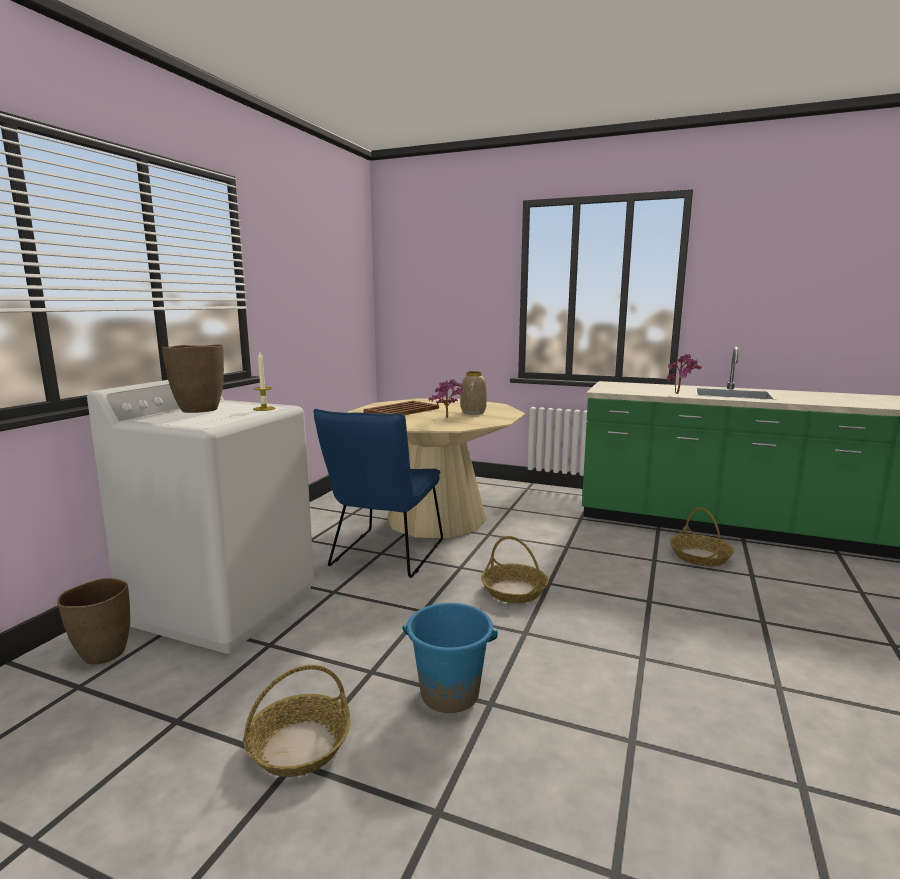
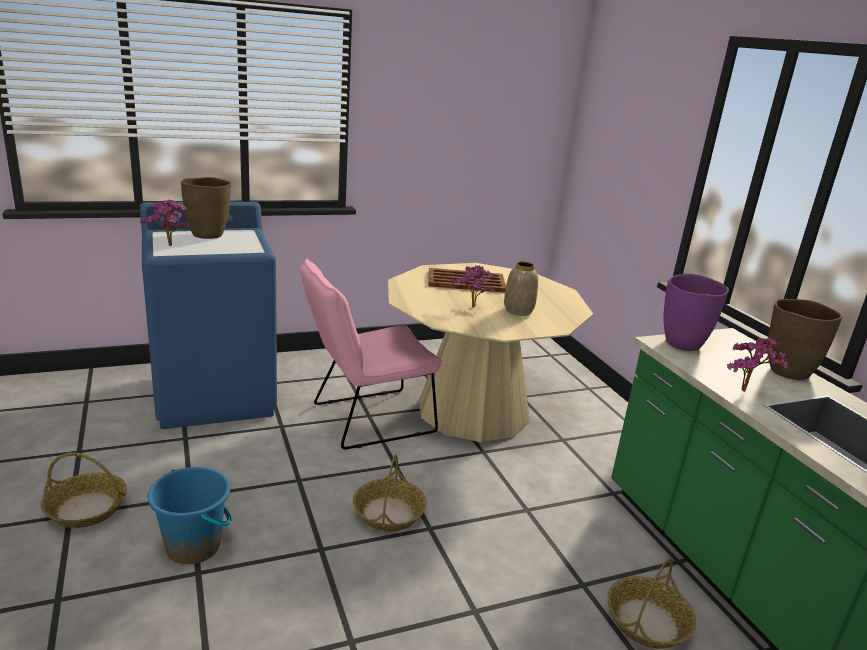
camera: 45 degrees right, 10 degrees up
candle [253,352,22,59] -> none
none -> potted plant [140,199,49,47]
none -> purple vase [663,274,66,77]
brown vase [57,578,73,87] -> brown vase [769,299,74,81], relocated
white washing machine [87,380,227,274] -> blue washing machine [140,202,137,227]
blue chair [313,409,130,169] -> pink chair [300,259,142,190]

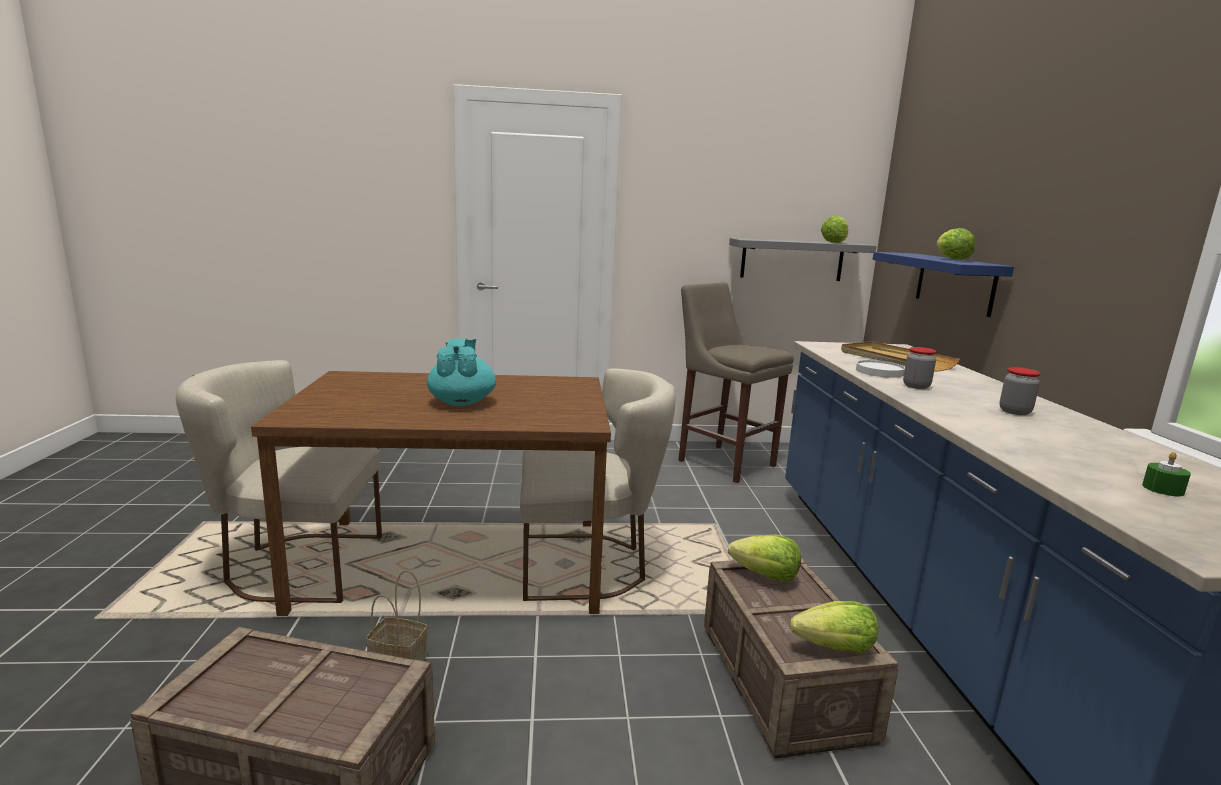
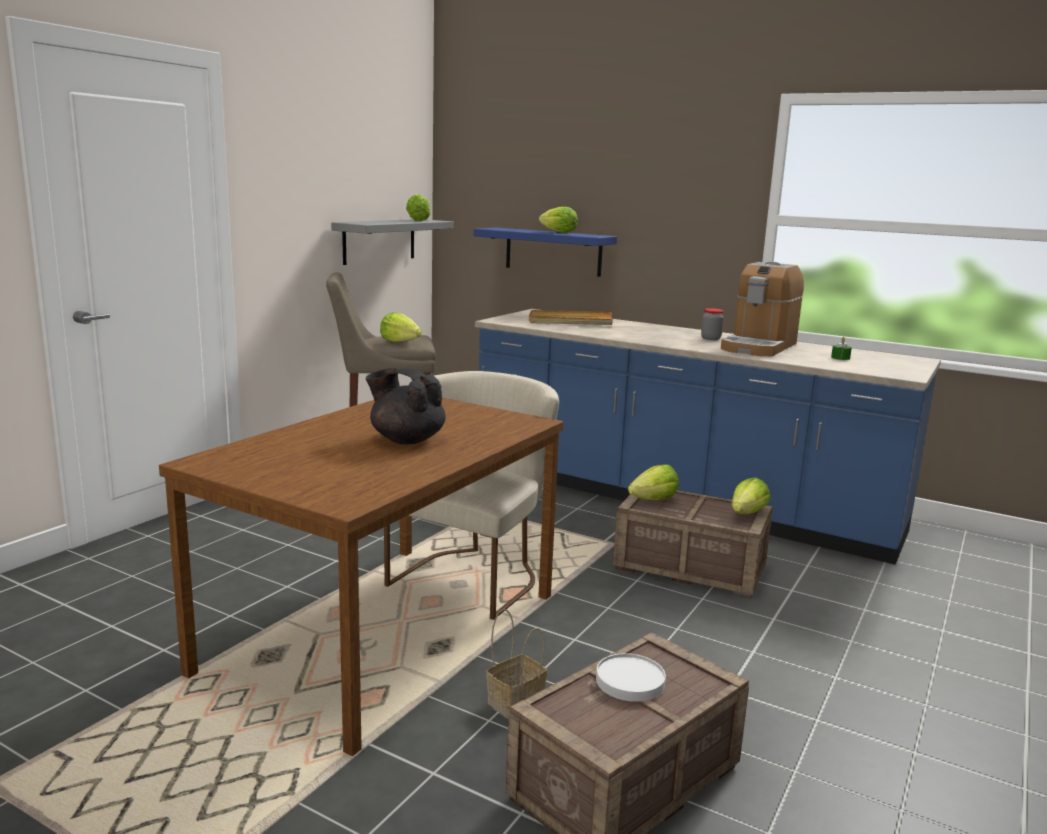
camera: 55 degrees left, 0 degrees up
beige chair [176,360,206,243] -> none
jar [903,347,34,42] -> none
none -> lettuce [380,313,42,30]
none -> coffee machine [721,262,83,94]
white plate [856,360,49,18] -> white plate [596,653,70,49], relocated
turquoise teapot [427,338,69,68] -> black teapot [366,368,80,76]

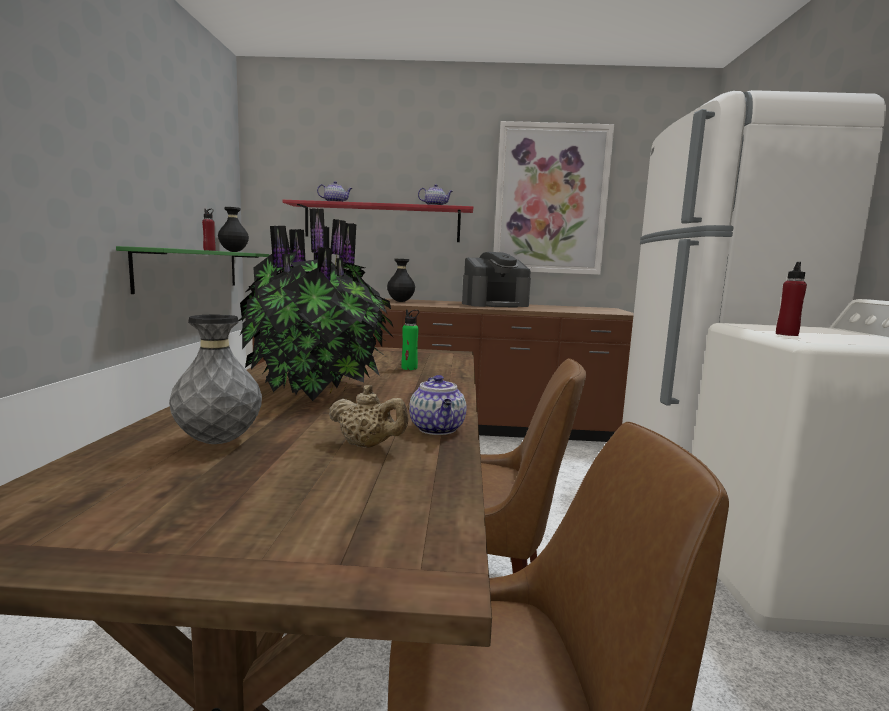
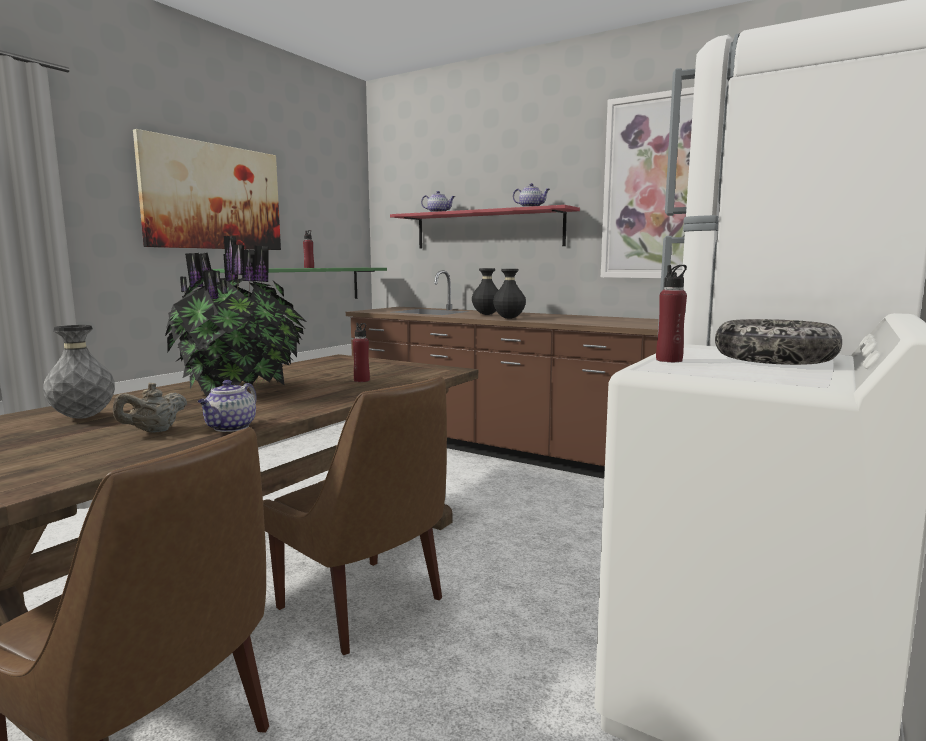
camera: 30 degrees right, 0 degrees up
coffee machine [462,252,69,55] -> none
none -> picture [133,129,148,121]
none -> bowl [715,319,127,46]
black vase [218,207,31,45] -> black vase [493,269,33,50], relocated
green bottle [401,309,18,61] -> red bottle [353,323,17,59]
beige teapot [328,385,80,63] -> beige teapot [113,383,74,50], 75 degrees clockwise

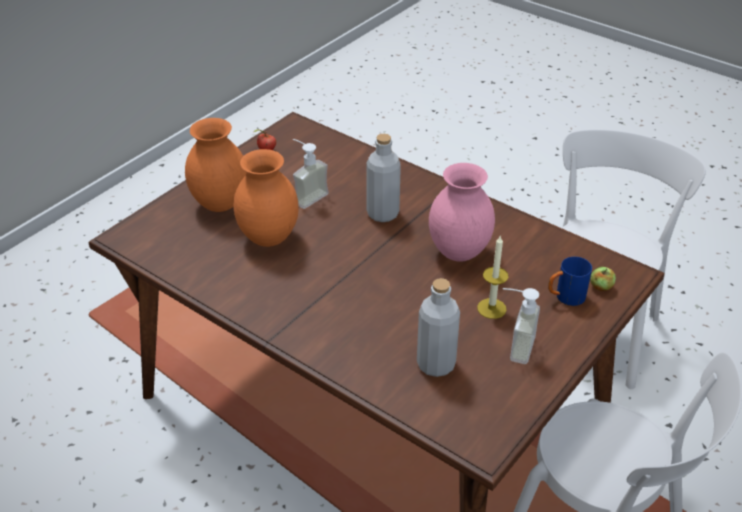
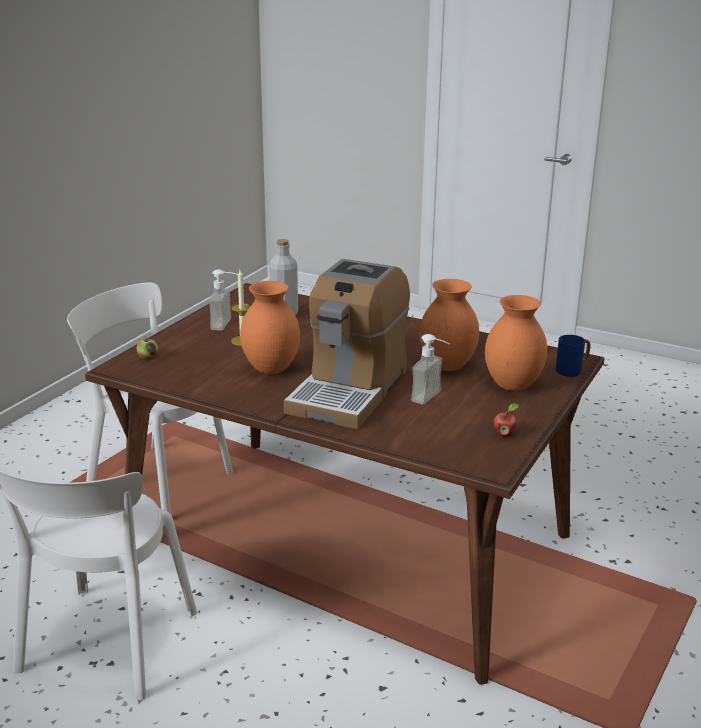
camera: 170 degrees right, 15 degrees down
blue mug [548,257,44,49] -> blue mug [556,335,34,42], relocated
grey bottle [366,134,35,88] -> coffee machine [284,259,126,170]
pink vase [429,163,66,99] -> orange vase [240,281,60,93]

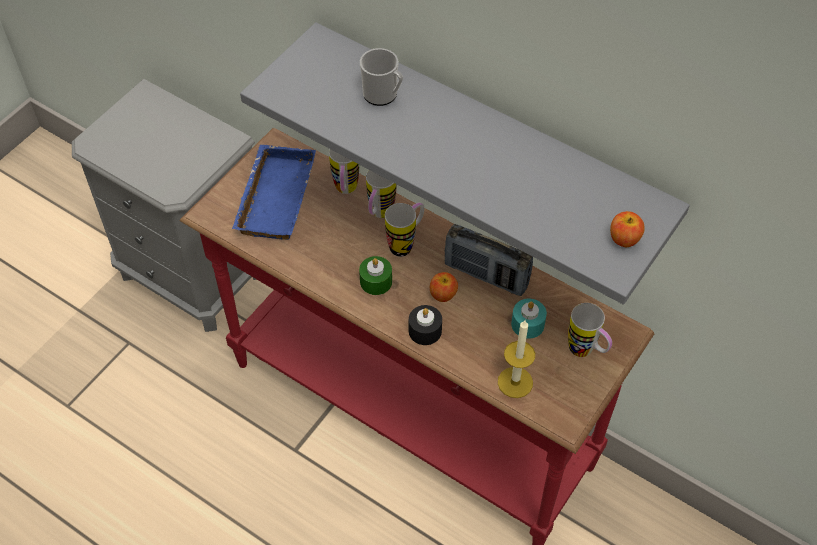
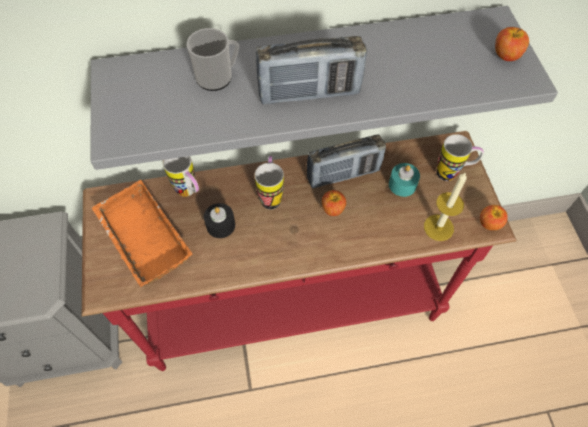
camera: 45 degrees left, 5 degrees up
green candle [359,256,33,39] -> none
mug [366,170,30,48] -> none
none -> radio [256,36,111,68]
none -> apple [480,205,28,25]
black candle [409,305,33,40] -> black candle [204,203,31,35], relocated
blue tray [232,144,84,96] -> orange tray [91,180,101,107]

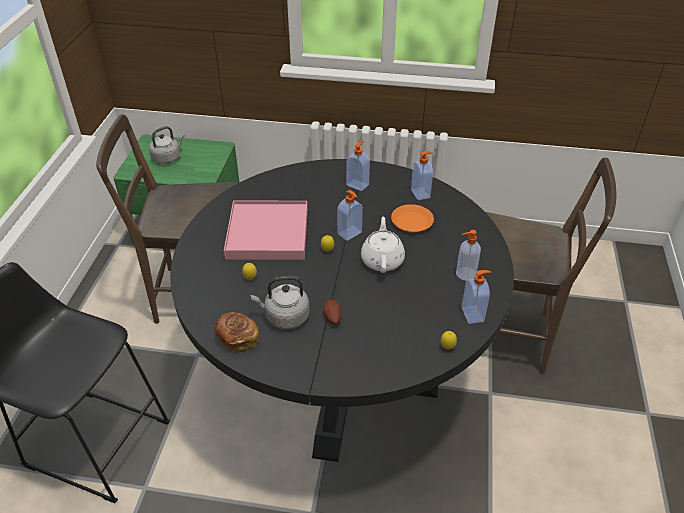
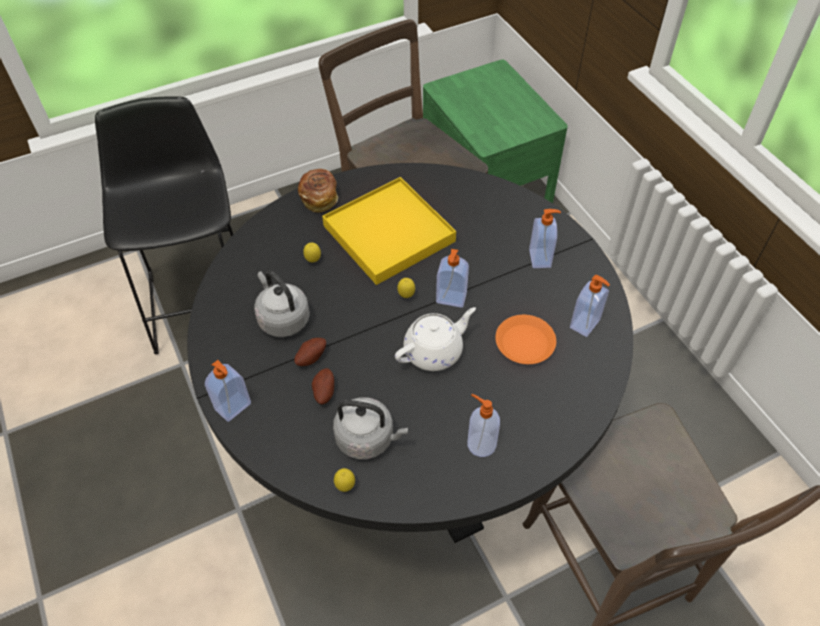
camera: 55 degrees right, 10 degrees up
none -> potato [312,368,22,36]
grey kettle [149,126,36,38] -> grey kettle [333,397,75,62], relocated
bread [214,312,45,40] -> bread [298,169,40,44], relocated
soap dispenser [462,270,29,54] -> soap dispenser [205,360,46,62], relocated
pink tray [224,201,84,59] -> yellow tray [322,177,134,108]

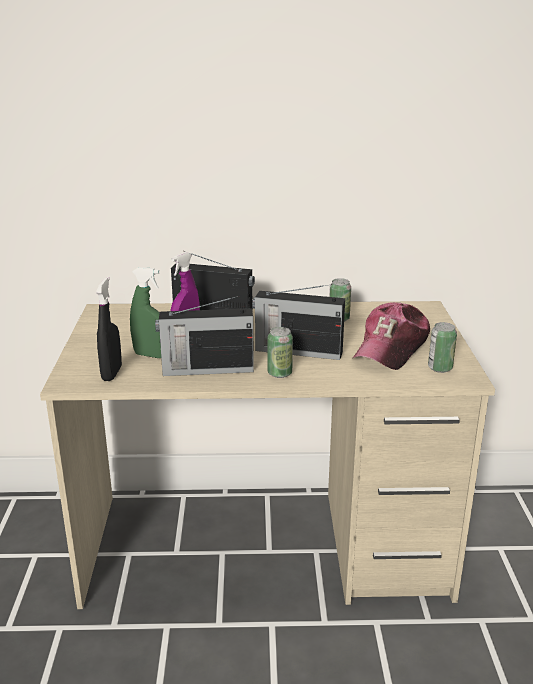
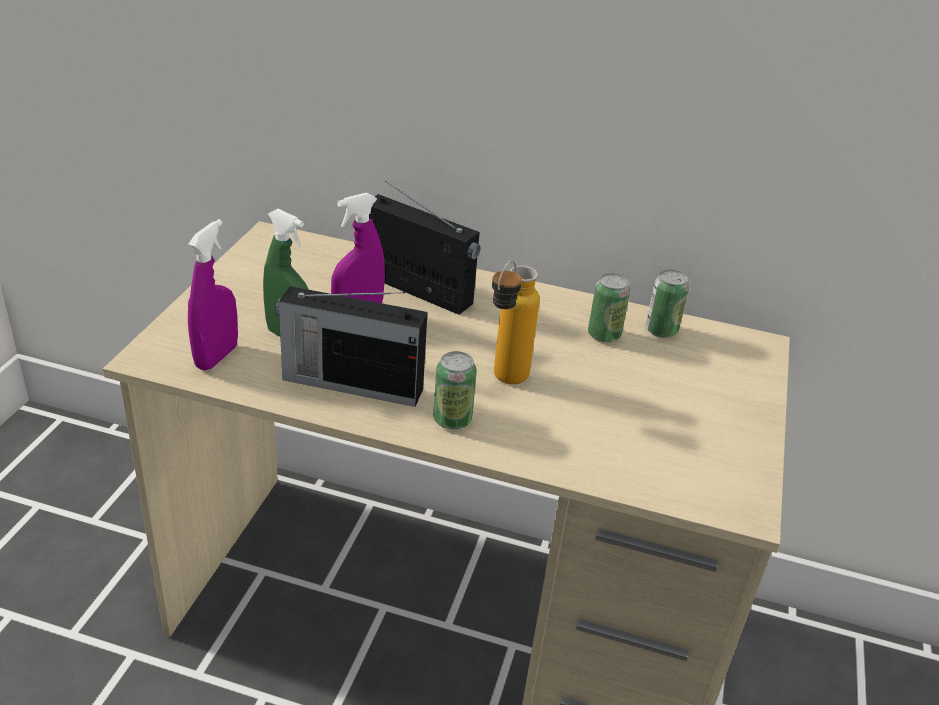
camera: 15 degrees right, 10 degrees up
cap [352,302,78,68] -> none
can [428,322,29,51] -> can [645,270,44,68], relocated
radio [252,284,93,76] -> bottle [492,261,48,123]
black spray bottle [96,277,26,104] -> purple spray bottle [188,219,50,152]

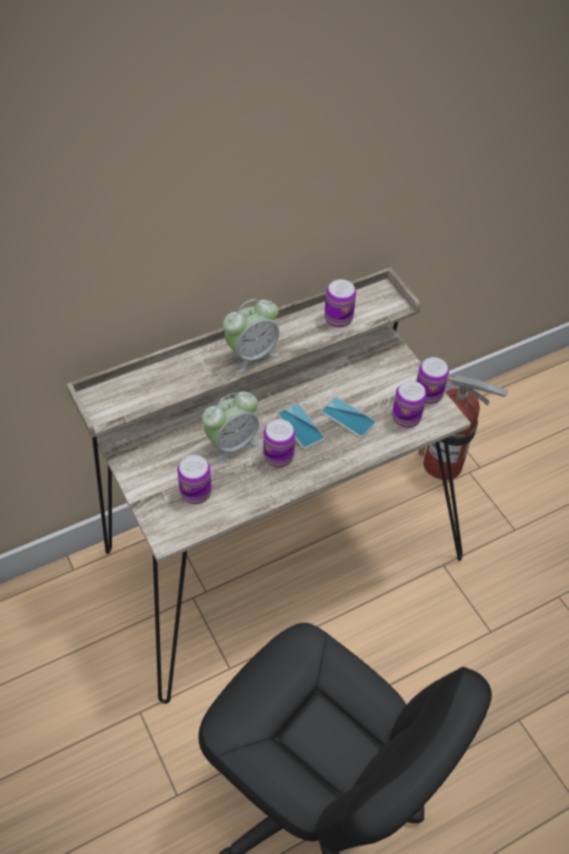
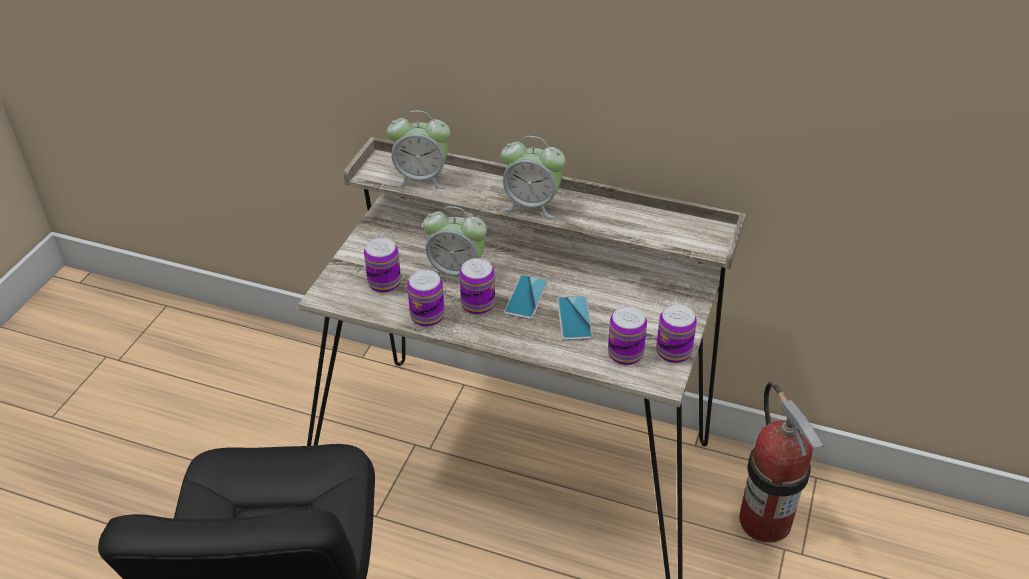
camera: 50 degrees right, 10 degrees down
none -> alarm clock [387,111,63,78]
can [324,279,32,49] -> can [407,270,38,57], relocated

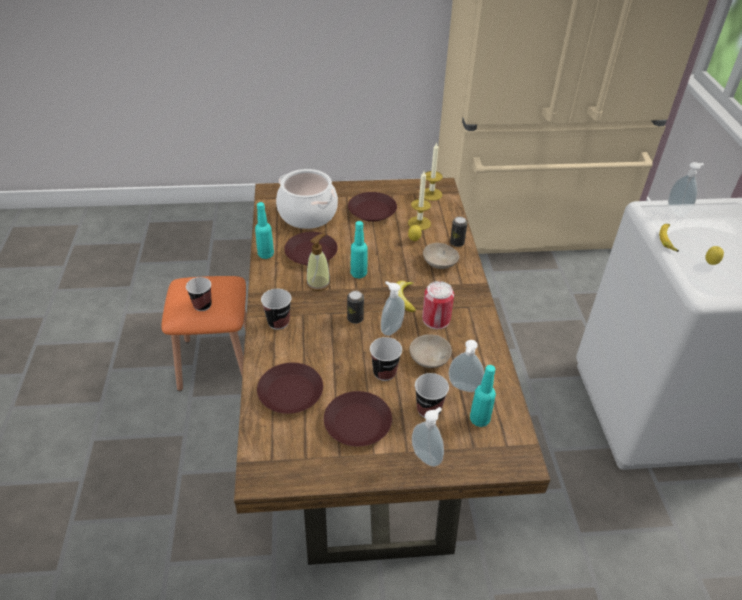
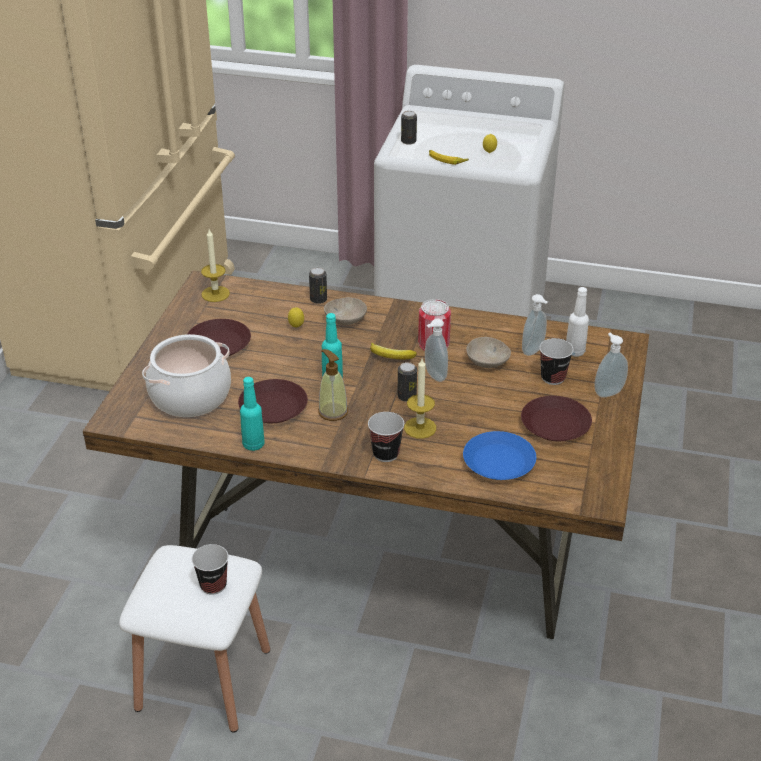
camera: 70 degrees left, 5 degrees down
cup [370,337,32,44] -> none
candle [408,171,23,59] -> candle [404,359,32,80], relocated
soap dispenser [668,162,36,55] -> can [401,111,16,34]
orange stool [161,276,86,115] -> white stool [119,545,151,188]
brown plate [257,363,66,51] -> blue plate [463,431,73,49]
turquoise bottle [470,365,26,62] -> white bottle [566,287,23,70]

